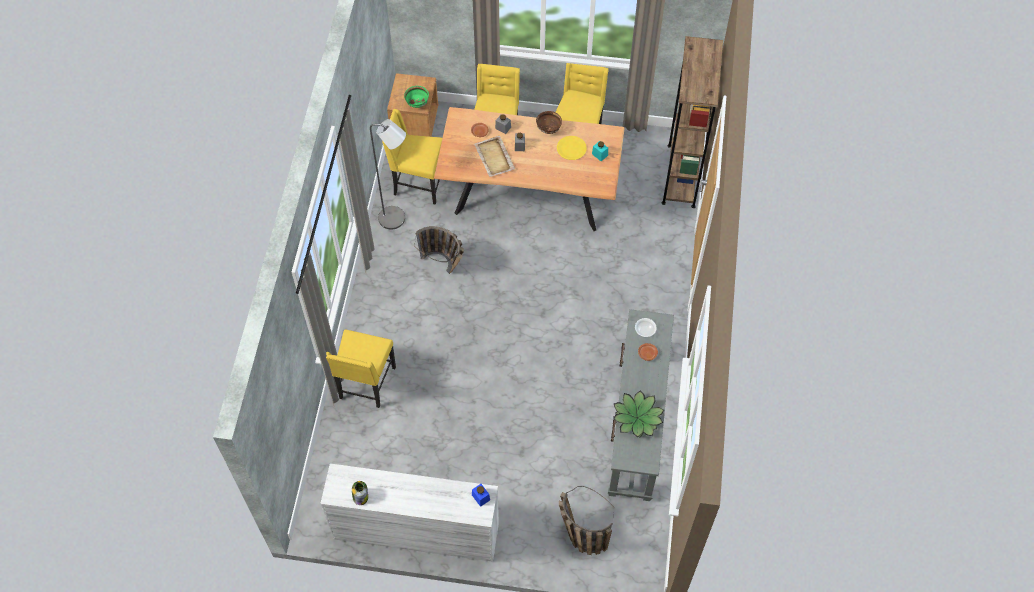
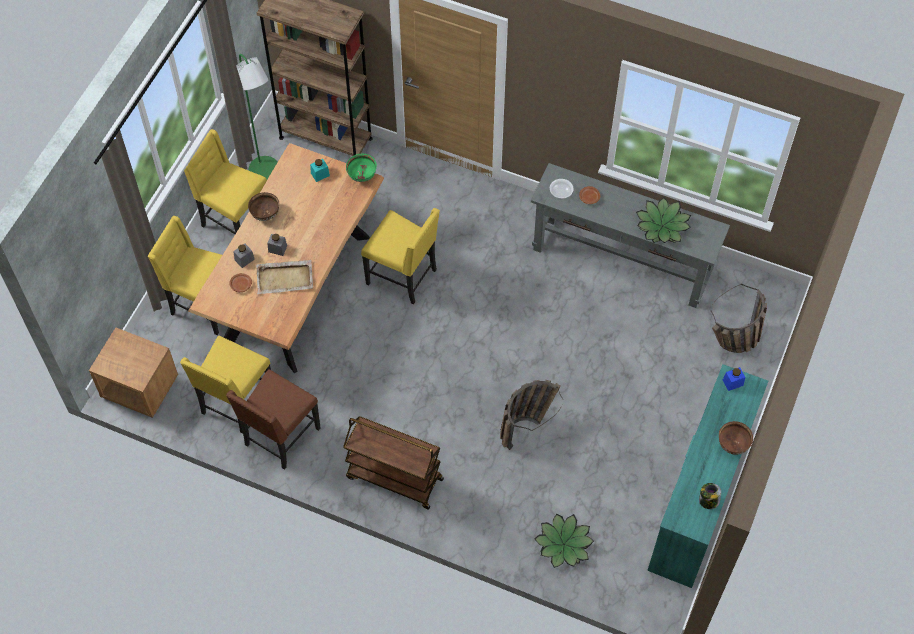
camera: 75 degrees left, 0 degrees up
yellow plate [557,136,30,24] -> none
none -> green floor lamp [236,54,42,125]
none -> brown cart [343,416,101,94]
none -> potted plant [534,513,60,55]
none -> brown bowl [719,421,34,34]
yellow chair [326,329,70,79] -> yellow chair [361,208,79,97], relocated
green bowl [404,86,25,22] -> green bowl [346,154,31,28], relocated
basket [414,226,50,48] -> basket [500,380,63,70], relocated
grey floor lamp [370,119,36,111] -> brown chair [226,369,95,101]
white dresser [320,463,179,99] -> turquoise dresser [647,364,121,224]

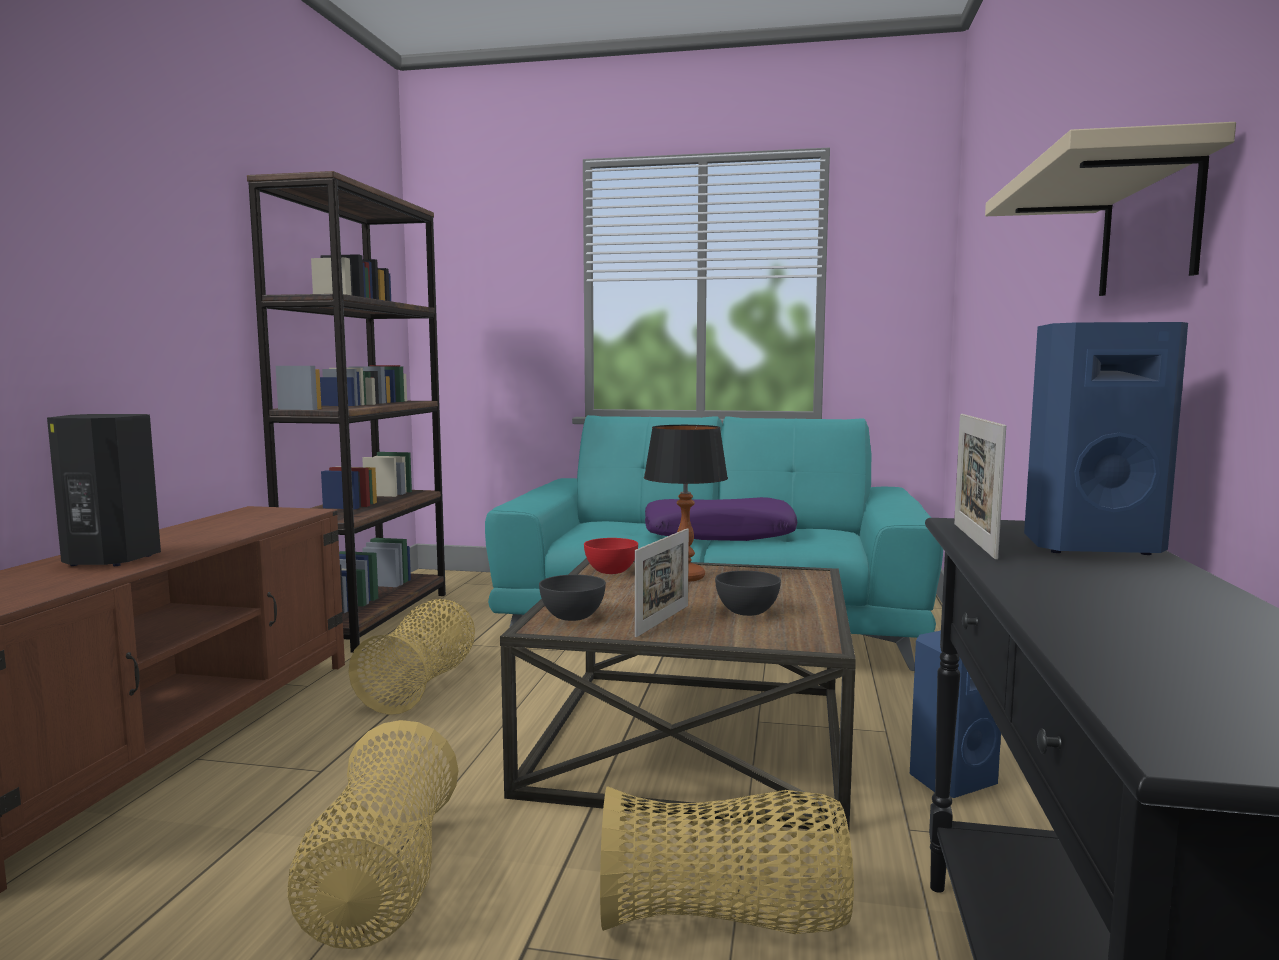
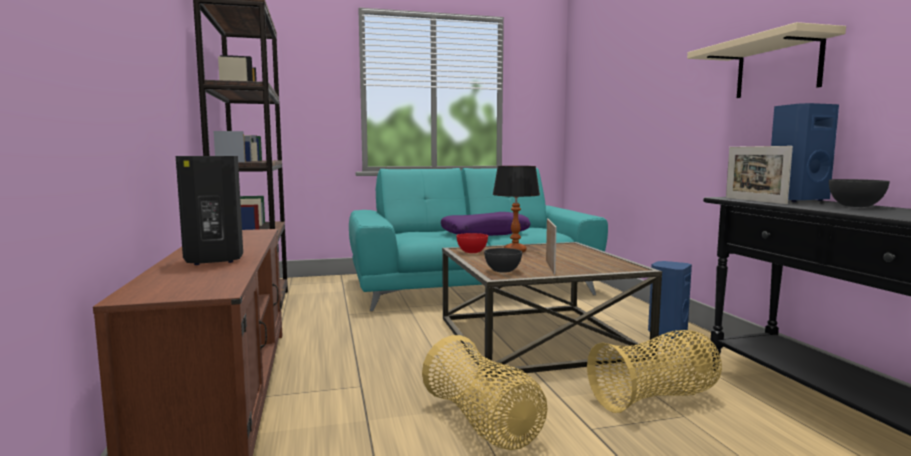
camera: 25 degrees left, 0 degrees up
basket [348,599,127,116] -> none
grey bowl [715,571,66,45] -> grey bowl [829,179,61,28], relocated

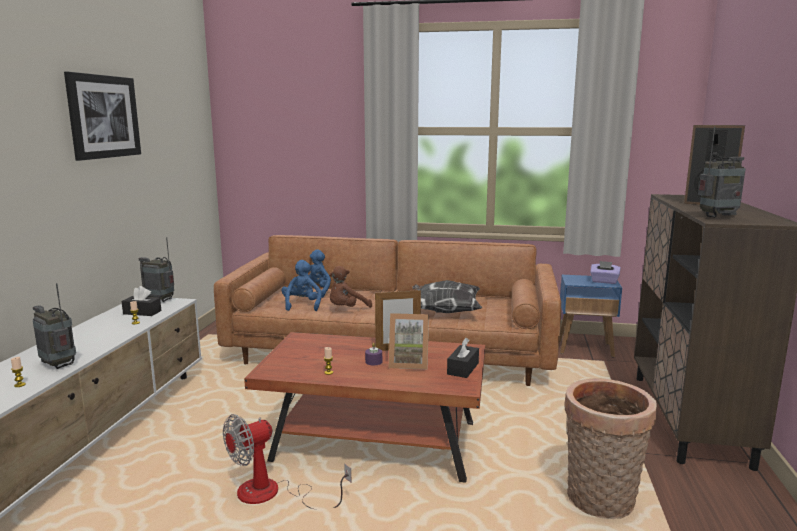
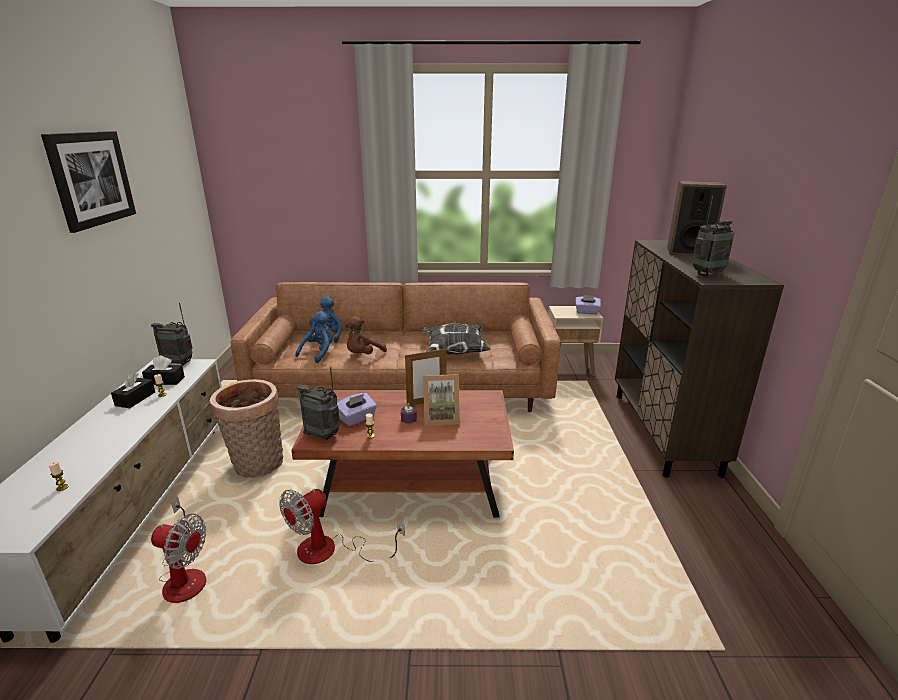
camera: 10 degrees left, 10 degrees up
none -> fan [151,496,55,107]
none -> purple tissue box [337,393,40,33]
radio [33,283,43,86] -> radio [297,367,43,73], relocated
black tissue box [447,338,32,40] -> black tissue box [111,373,44,35], relocated
basket [564,378,93,141] -> basket [210,379,73,99], relocated
blue side table [559,275,63,82] -> beige side table [548,306,55,70]
blue plush toy [281,260,41,51] -> blue plush toy [295,311,38,52], 45 degrees clockwise

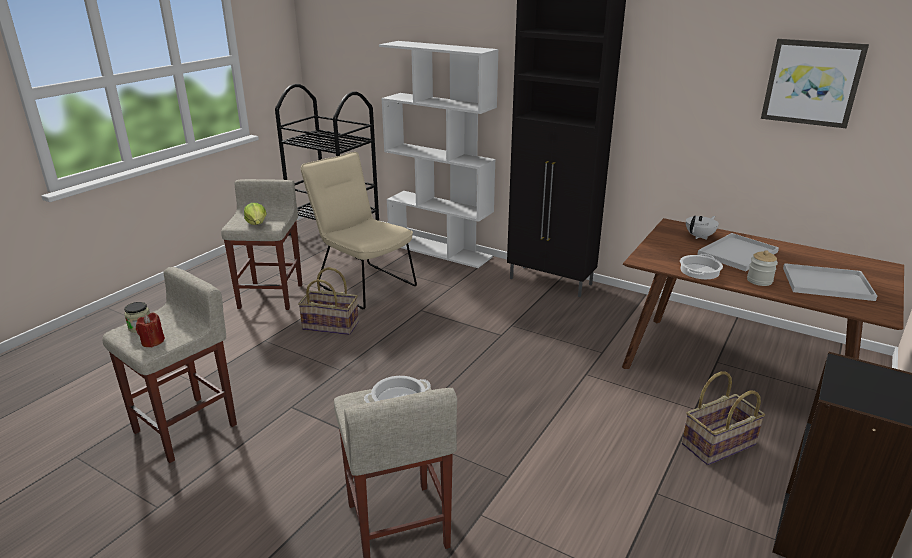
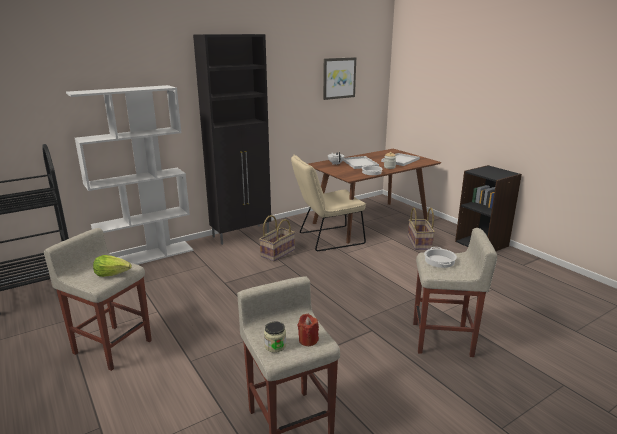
camera: 65 degrees left, 5 degrees down
basket [298,267,61,68] -> basket [259,215,36,46], relocated
beige chair [301,152,116,157] -> beige chair [291,154,75,97], relocated

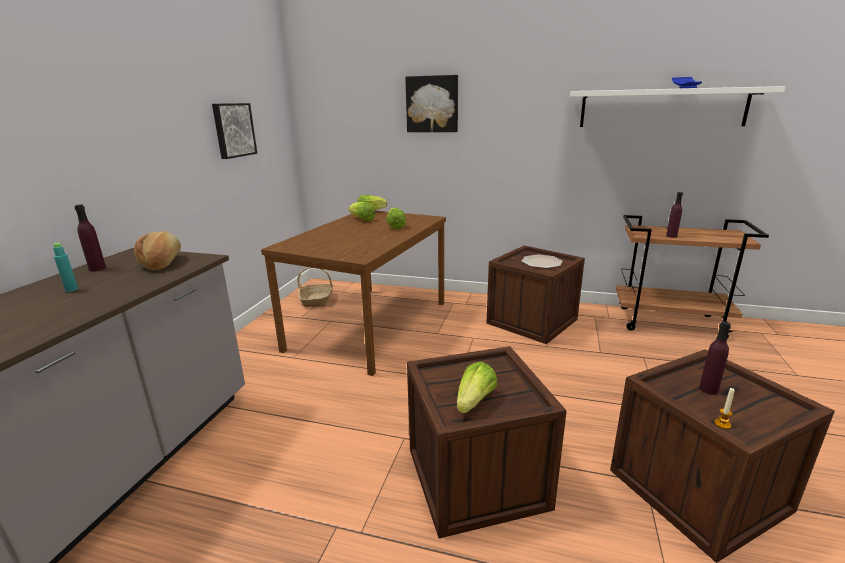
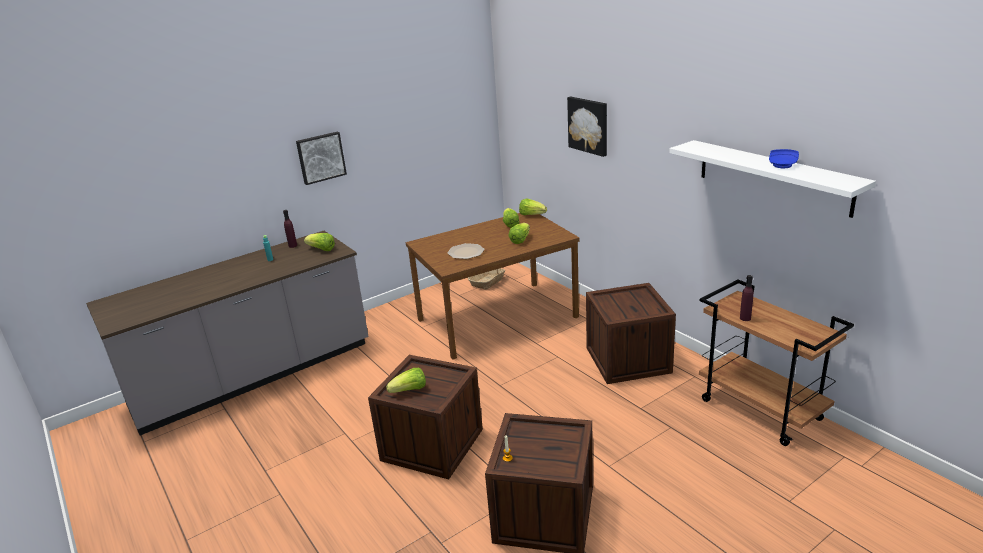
camera: 40 degrees right, 5 degrees up
purple bottle [699,321,32,74] -> none
picture [212,103,45,56] -> picture [296,132,51,53], relocated
plate [522,255,41,13] -> plate [447,243,38,16], relocated
bread [134,231,47,39] -> lettuce [304,233,31,18]

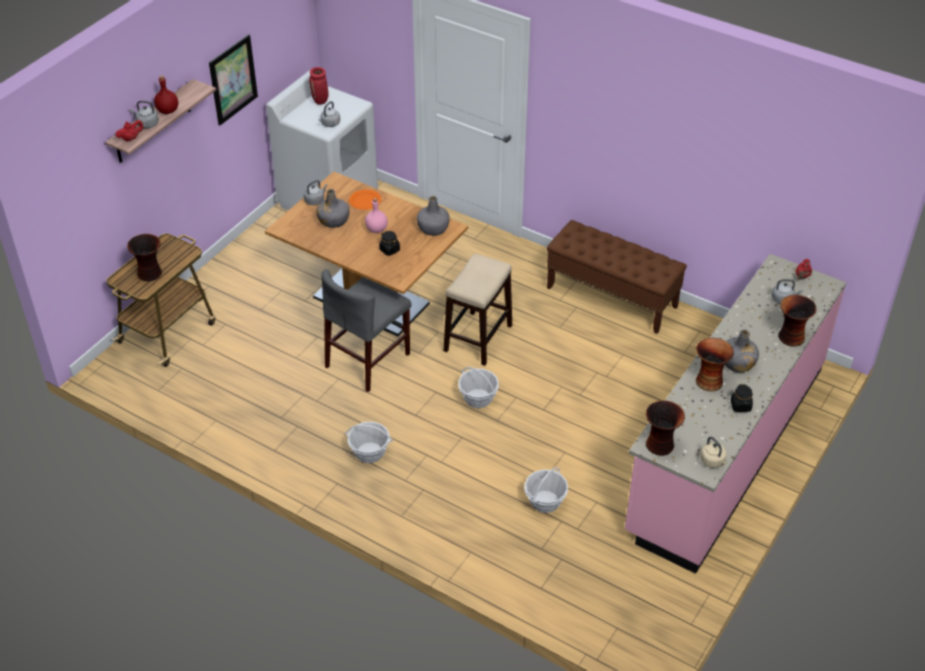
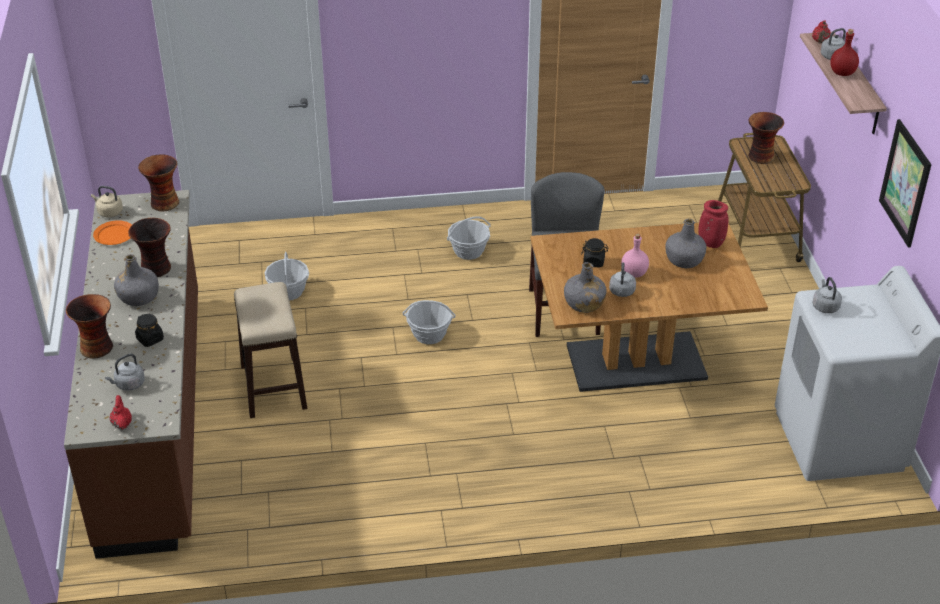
camera: 140 degrees right, 5 degrees down
brown bench [547,220,140,114] -> none
grey kettle [304,180,23,25] -> grey kettle [609,262,27,35], relocated
red vase [309,67,20,38] -> red vase [698,200,31,48], relocated
orange plate [349,190,32,20] -> orange plate [93,220,39,25], relocated
stool [444,254,68,112] -> stool [234,282,73,136], relocated
black jar [731,384,22,28] -> black jar [135,314,29,33], relocated
pink counter [625,254,221,320] -> brown counter [64,190,134,369]

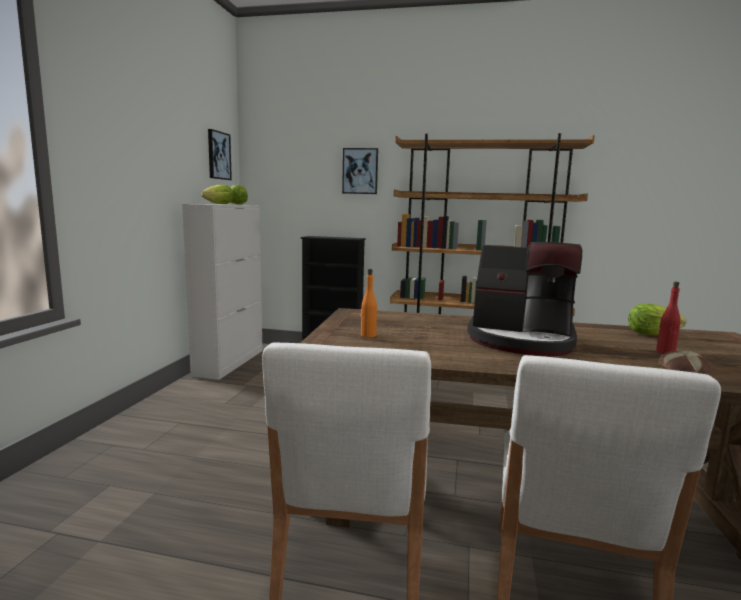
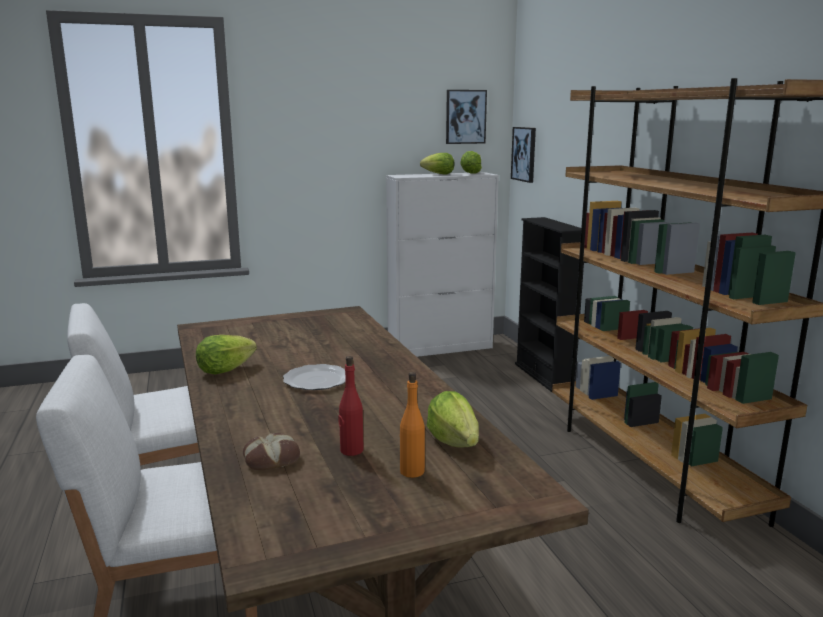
camera: 60 degrees right, 5 degrees up
none -> lettuce [196,335,61,39]
picture [342,148,36,46] -> picture [511,127,25,56], relocated
orange bottle [361,269,16,69] -> orange bottle [400,372,25,106], relocated
coffee machine [467,242,115,114] -> plate [283,364,63,26]

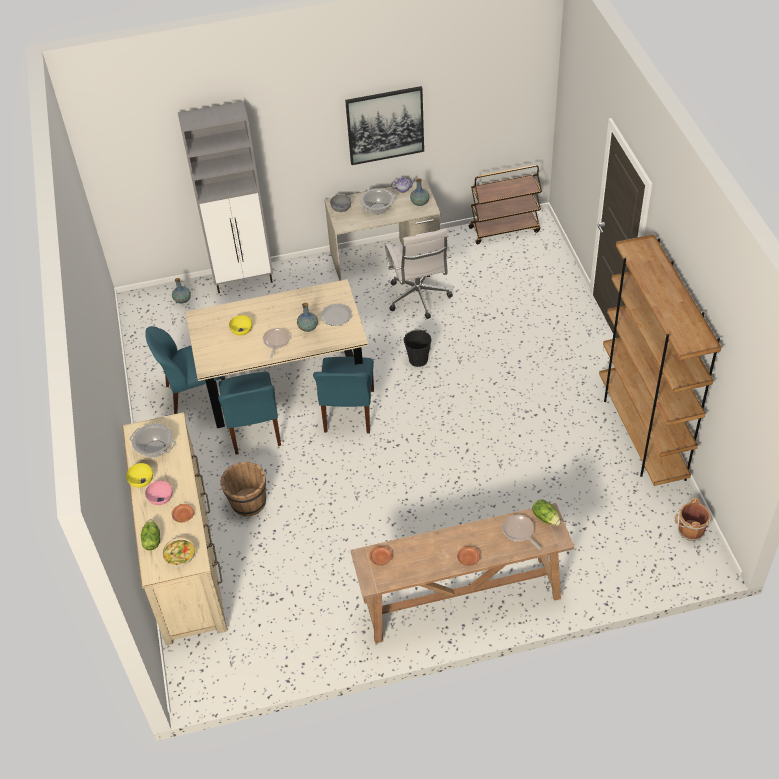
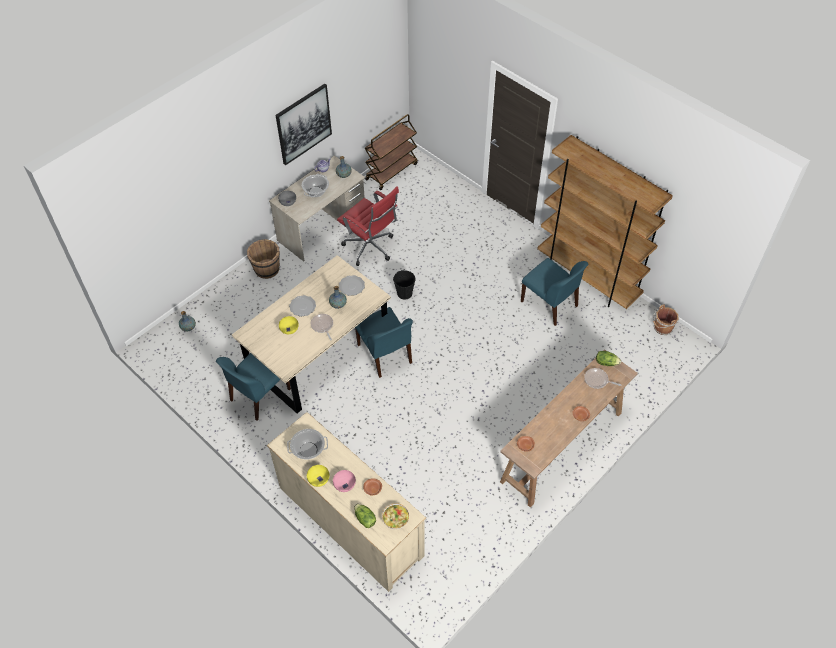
camera: 35 degrees left, 5 degrees up
grey cabinet [178,101,95,192] -> none
none -> plate [289,295,27,22]
blue chair [218,372,63,83] -> blue chair [521,258,67,68], relocated
brown bucket [220,462,46,55] -> brown bucket [247,239,33,40], relocated
white office chair [385,228,68,91] -> red office chair [337,187,62,79]

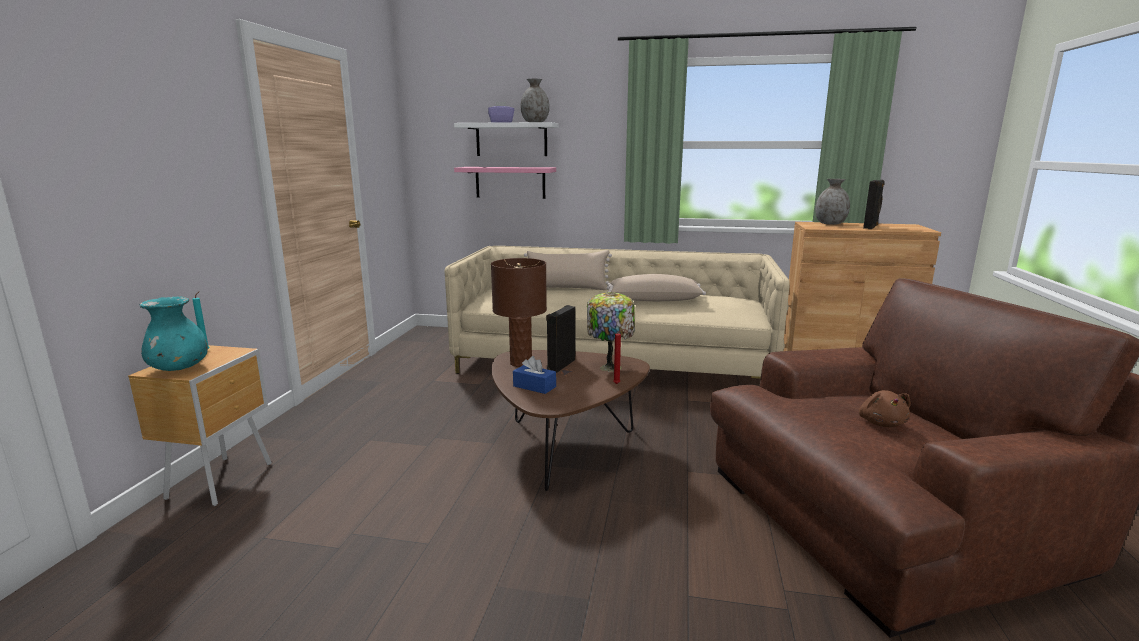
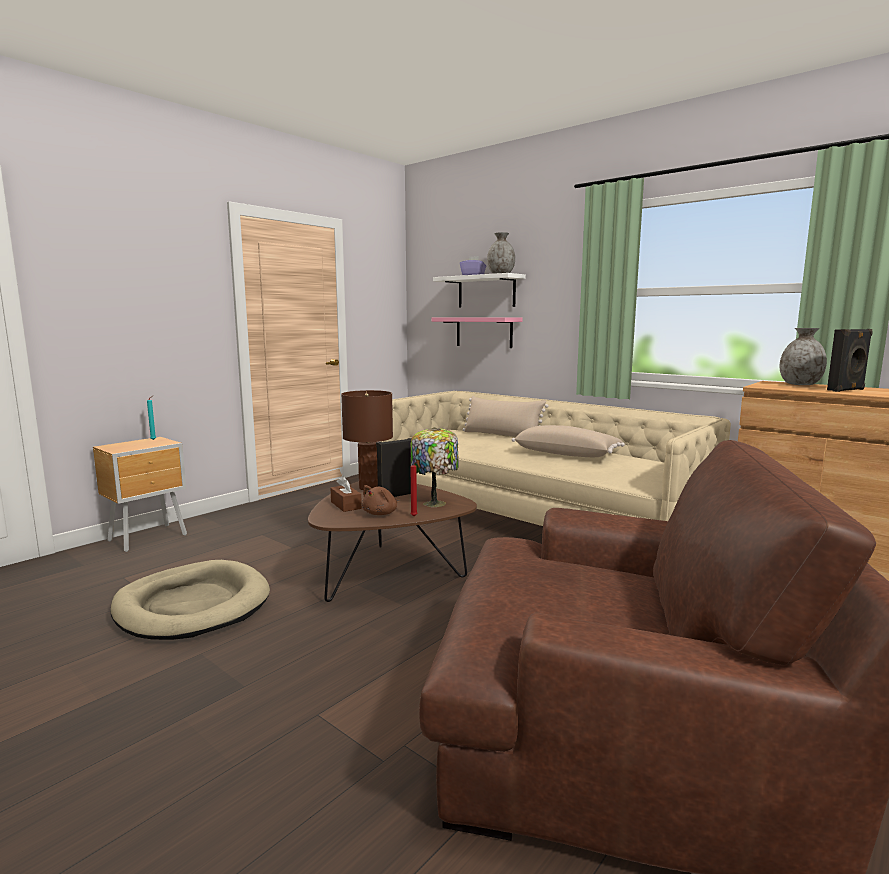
camera: 30 degrees right, 5 degrees down
turquoise vase [139,297,69,74] -> none
none -> beige dog bed [110,560,160,80]
brown plush toy [859,390,52,37] -> brown plush toy [362,485,35,30], relocated
blue tissue box [513,356,43,38] -> brown tissue box [331,476,31,36]

